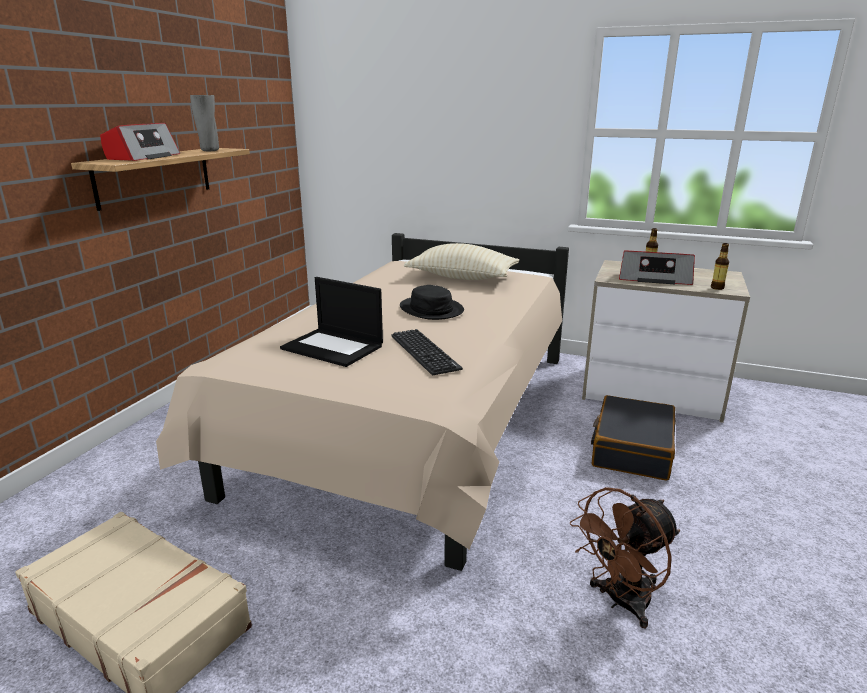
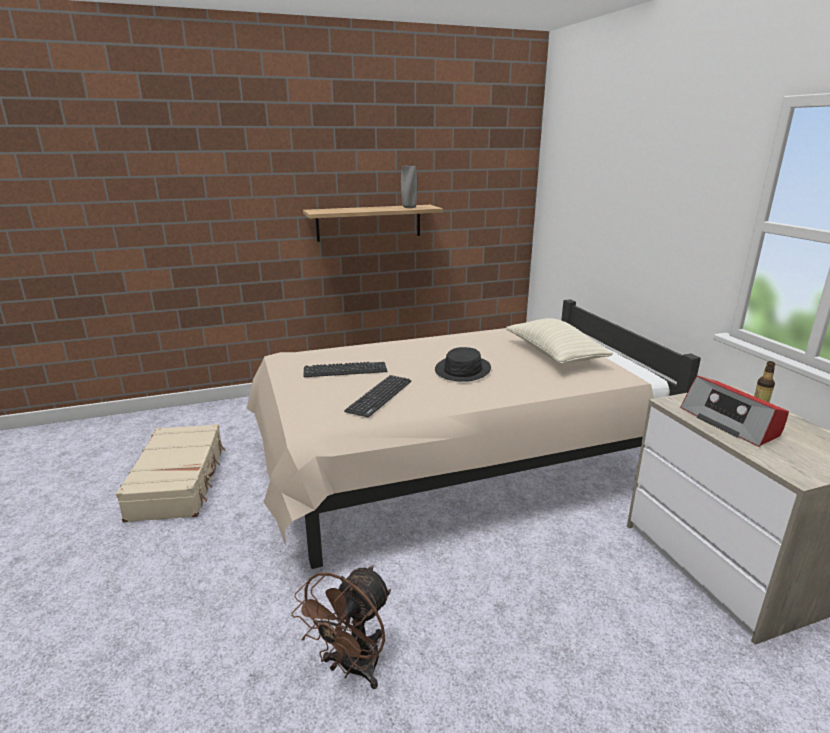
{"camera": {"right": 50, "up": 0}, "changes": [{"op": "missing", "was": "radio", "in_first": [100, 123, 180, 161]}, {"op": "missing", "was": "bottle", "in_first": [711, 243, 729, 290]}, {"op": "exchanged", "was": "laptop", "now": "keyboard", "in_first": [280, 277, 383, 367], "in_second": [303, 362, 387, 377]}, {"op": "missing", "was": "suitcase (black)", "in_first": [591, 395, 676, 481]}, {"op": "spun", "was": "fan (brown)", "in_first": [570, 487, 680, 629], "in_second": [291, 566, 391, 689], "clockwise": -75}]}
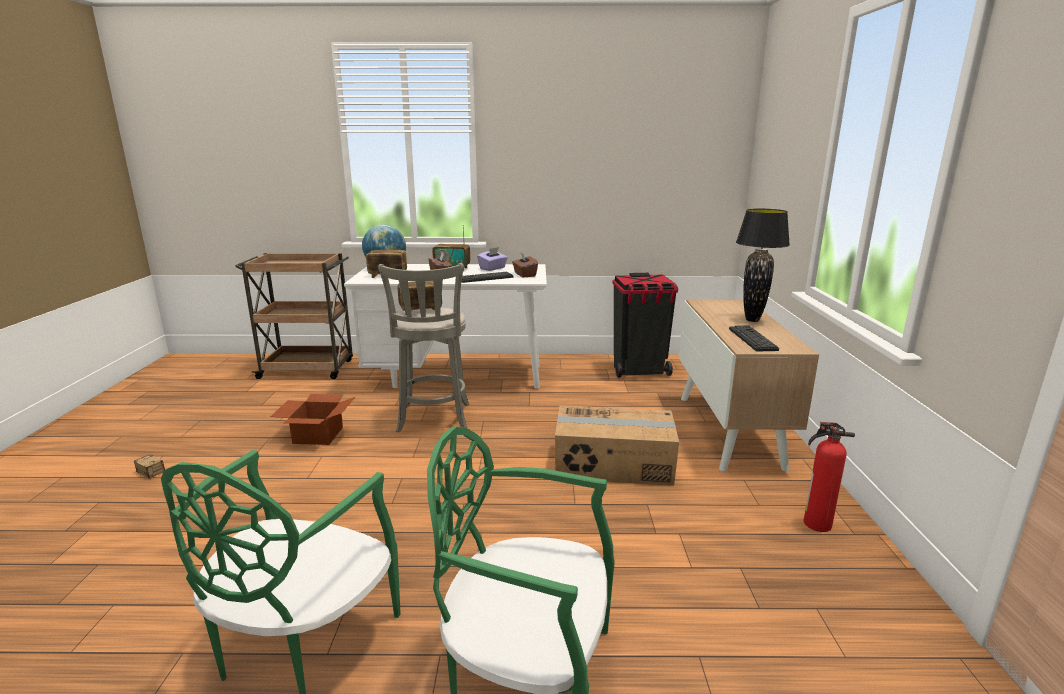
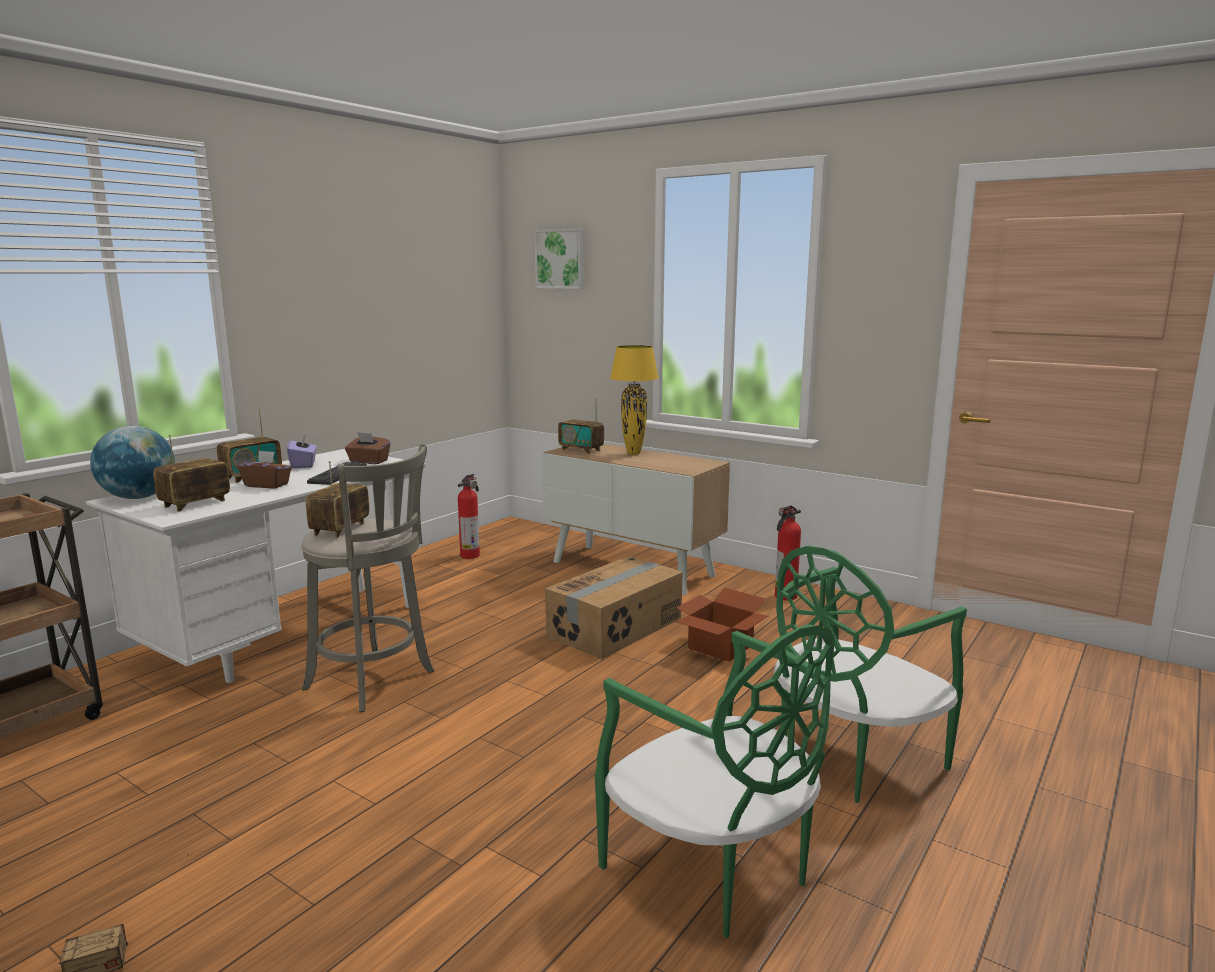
{"camera": {"right": -55, "up": -5}, "changes": [{"op": "colour", "was": "table lamp (black)", "now": "table lamp (yellow)", "in_first": [736, 209, 790, 322], "in_second": [610, 345, 659, 455]}, {"op": "exchanged", "was": "trash can (black)", "now": "fire extinguisher", "in_first": [612, 273, 678, 378], "in_second": [458, 474, 480, 559]}, {"op": "missing", "was": "keyboard", "in_first": [729, 325, 779, 351]}, {"op": "relocated", "was": "cardboard box", "in_first": [270, 394, 355, 445], "in_second": [677, 588, 768, 662]}, {"op": "appeared", "now": "picture", "in_second": [534, 229, 584, 289]}, {"op": "appeared", "now": "radio", "in_second": [558, 399, 604, 454]}]}
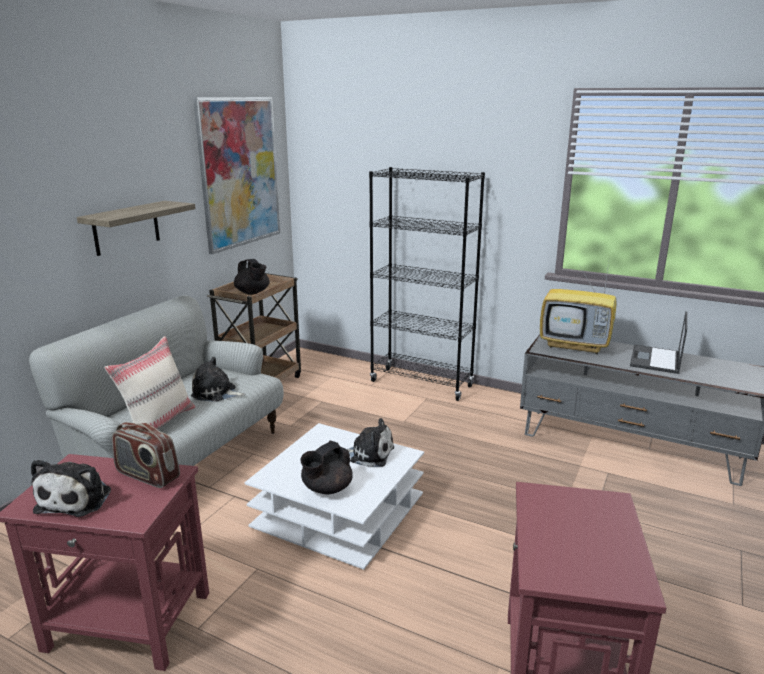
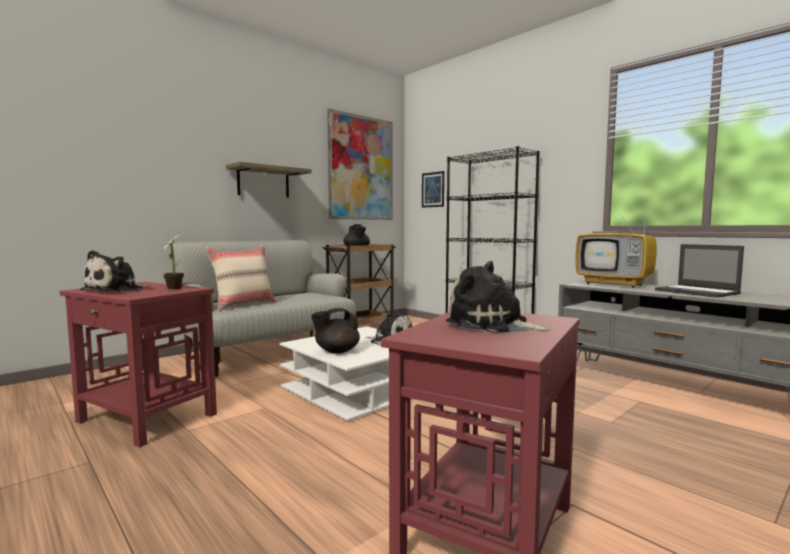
{"camera": {"right": 20, "up": -15}, "changes": [{"op": "spun", "was": "laptop", "in_first": [630, 311, 687, 374], "in_second": [655, 244, 744, 298], "clockwise": -75}, {"op": "relocated", "was": "plush toy", "in_first": [191, 357, 245, 402], "in_second": [446, 261, 552, 333]}, {"op": "exchanged", "was": "radio", "now": "potted plant", "in_first": [112, 422, 180, 488], "in_second": [161, 232, 184, 289]}, {"op": "appeared", "now": "picture", "in_second": [422, 171, 444, 208]}]}
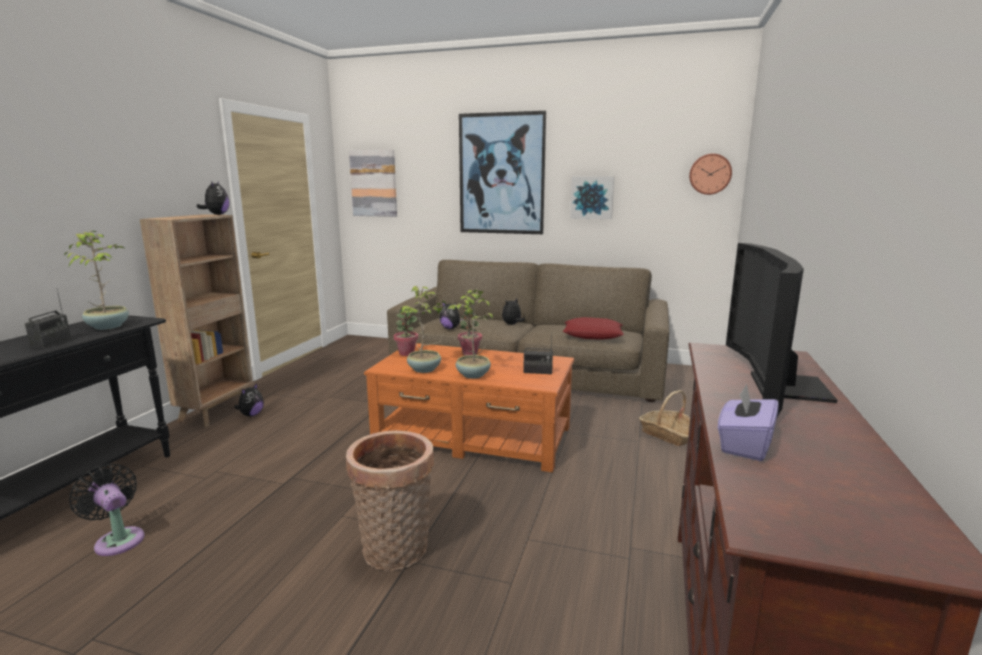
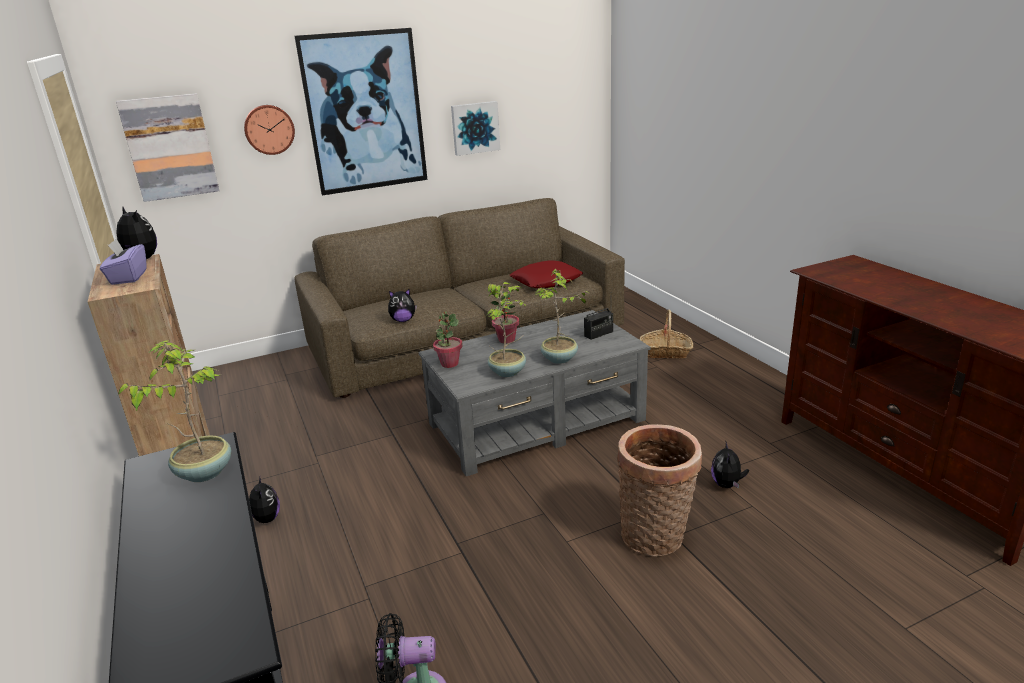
{"camera": {"right": -40, "up": 10}, "changes": [{"op": "relocated", "was": "wall clock", "in_first": [689, 154, 732, 195], "in_second": [244, 105, 295, 155]}, {"op": "missing", "was": "television", "in_first": [726, 243, 837, 417]}, {"op": "missing", "was": "radio", "in_first": [25, 290, 71, 348]}, {"op": "relocated", "was": "plush toy", "in_first": [502, 298, 525, 325], "in_second": [711, 442, 749, 488]}, {"op": "colour", "was": "coffee table (orange)", "now": "coffee table (grey)", "in_first": [364, 343, 574, 472], "in_second": [419, 310, 651, 476]}, {"op": "relocated", "was": "tissue box (purple)", "in_first": [718, 383, 779, 461], "in_second": [100, 239, 147, 285]}]}
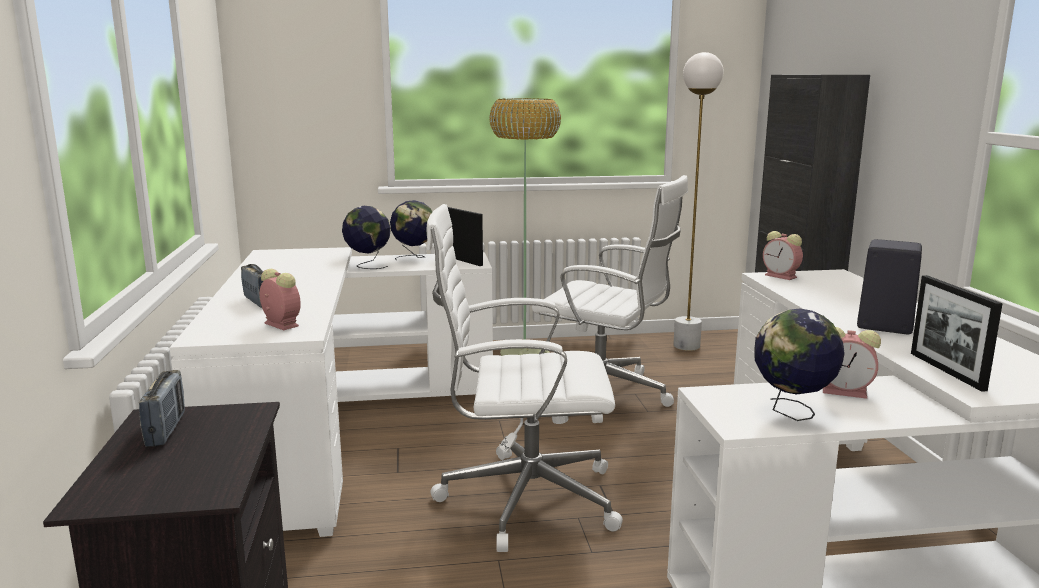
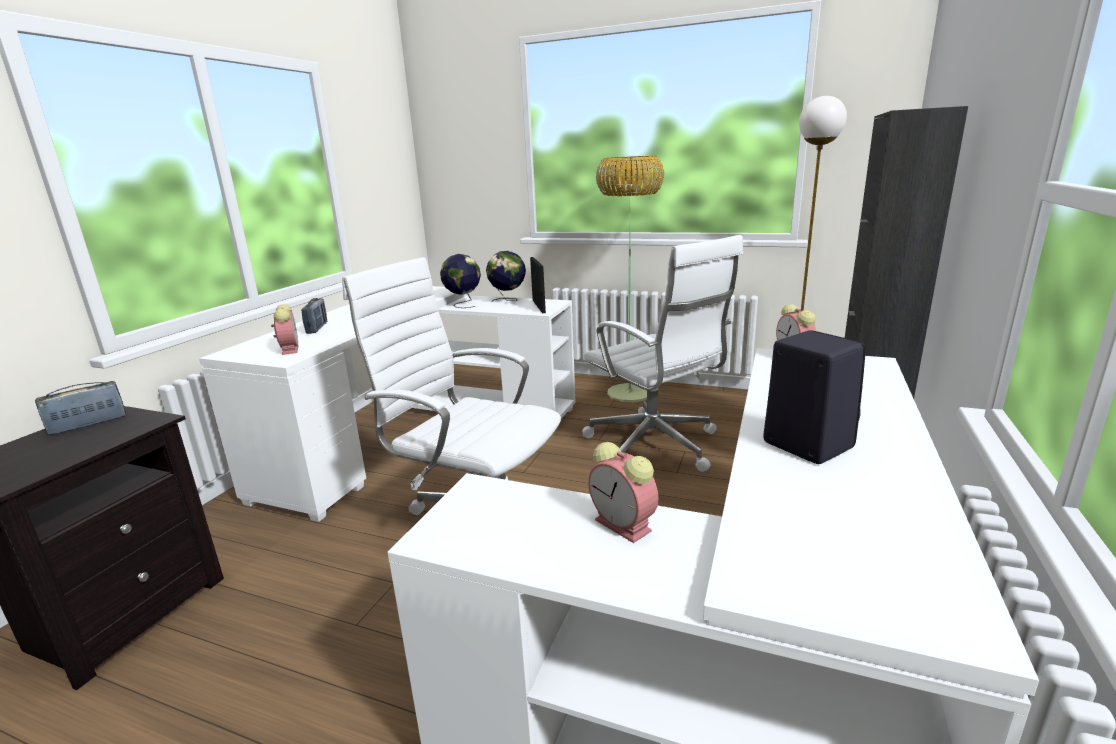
{"camera": {"right": 30, "up": 5}, "changes": [{"op": "missing", "was": "picture frame", "in_first": [911, 275, 1003, 392]}, {"op": "missing", "was": "globe", "in_first": [754, 309, 845, 421]}, {"op": "spun", "was": "radio", "in_first": [139, 370, 185, 447], "in_second": [35, 381, 126, 435], "clockwise": -150}]}
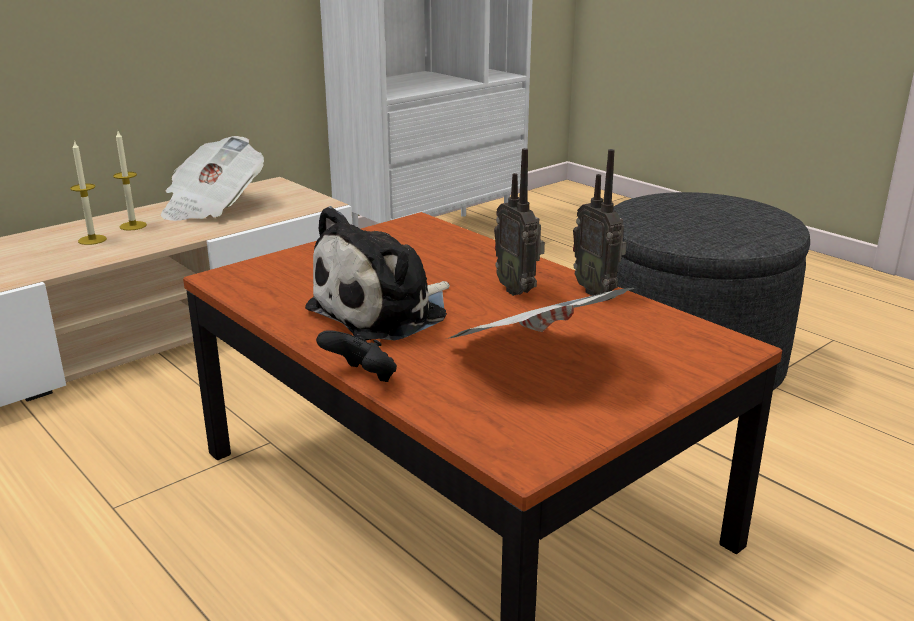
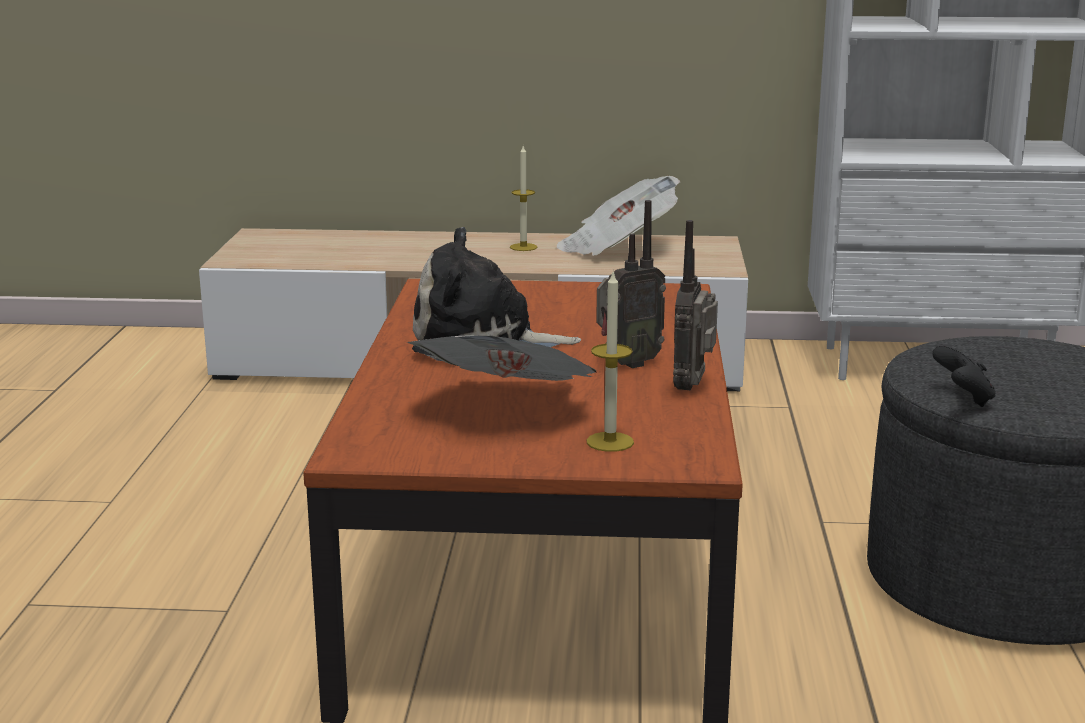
{"camera": {"right": 45, "up": -5}, "changes": [{"op": "relocated", "was": "candle", "in_first": [70, 140, 107, 245], "in_second": [586, 270, 634, 452]}, {"op": "spun", "was": "radio", "in_first": [494, 148, 545, 296], "in_second": [596, 200, 666, 368], "clockwise": -135}, {"op": "relocated", "was": "game controller (black)", "in_first": [316, 330, 397, 382], "in_second": [932, 346, 996, 407]}]}
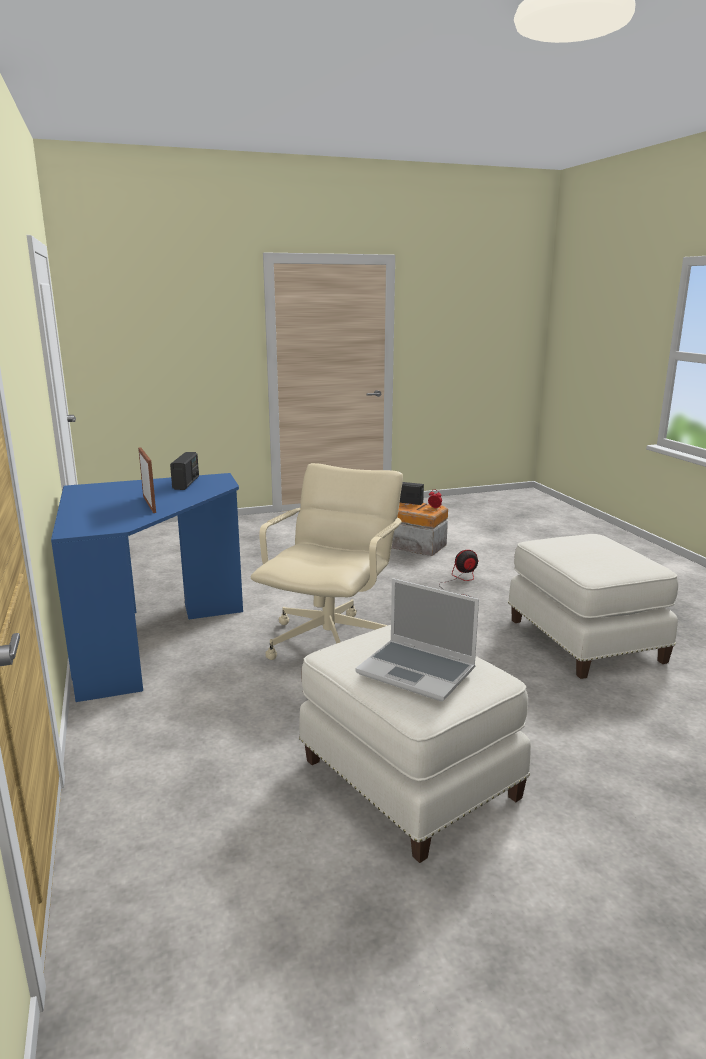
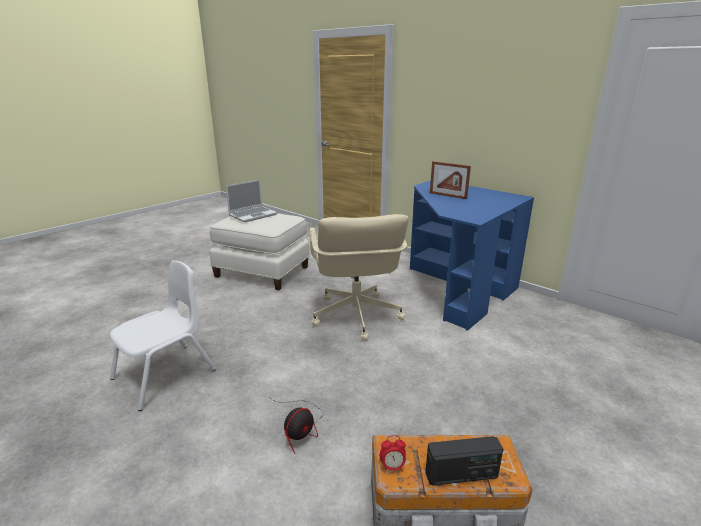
{"camera": {"right": 150, "up": 5}, "changes": [{"op": "missing", "was": "radio", "in_first": [170, 452, 199, 490]}, {"op": "exchanged", "was": "ottoman (white)", "now": "chair (white)", "in_first": [508, 534, 678, 679], "in_second": [110, 260, 216, 411]}, {"op": "spun", "was": "laptop", "in_first": [355, 578, 479, 701], "in_second": [226, 180, 277, 223], "clockwise": 135}]}
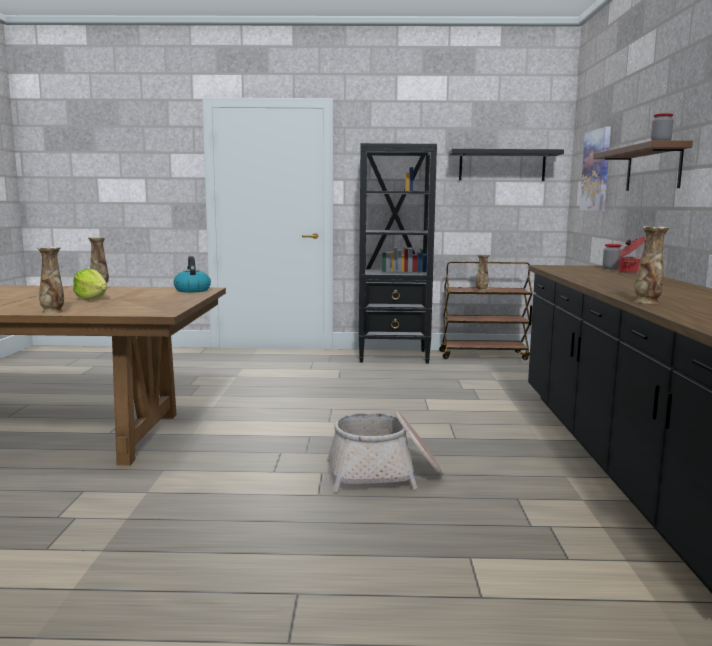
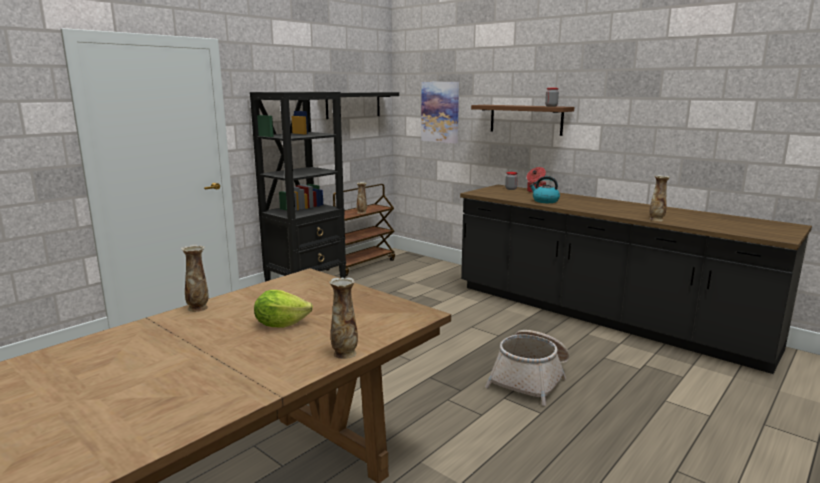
{"camera": {"right": -50, "up": 5}, "changes": [{"op": "relocated", "was": "kettle", "in_first": [174, 256, 211, 293], "in_second": [529, 176, 560, 203]}]}
